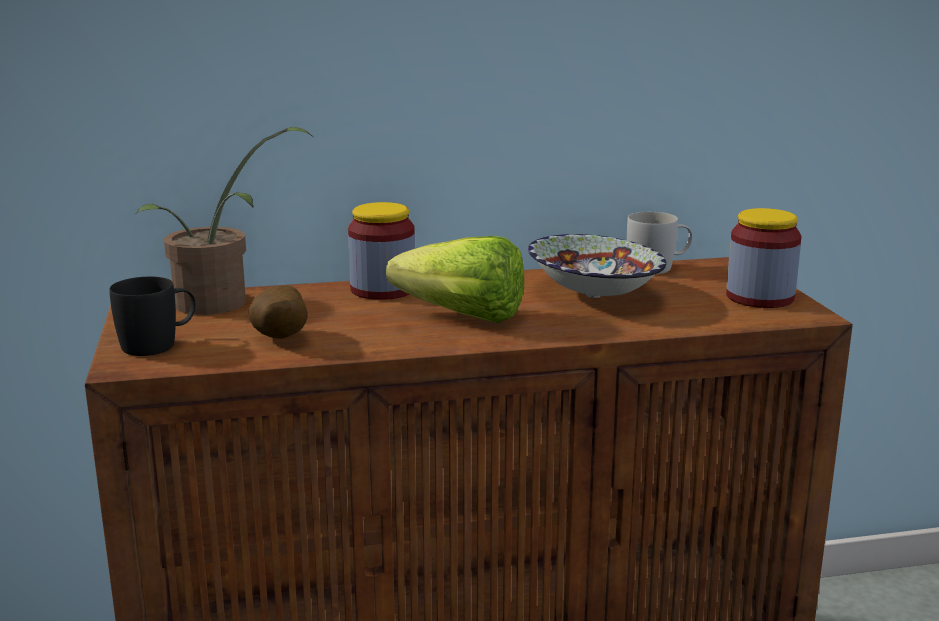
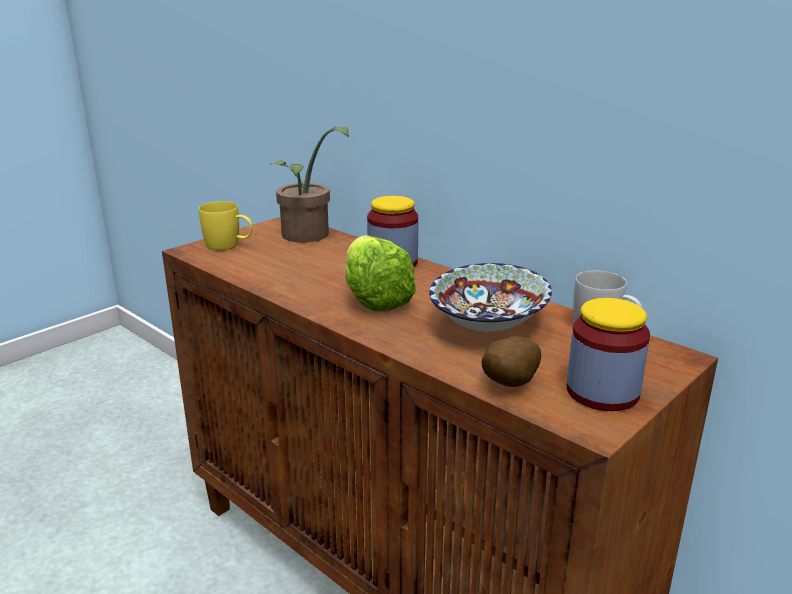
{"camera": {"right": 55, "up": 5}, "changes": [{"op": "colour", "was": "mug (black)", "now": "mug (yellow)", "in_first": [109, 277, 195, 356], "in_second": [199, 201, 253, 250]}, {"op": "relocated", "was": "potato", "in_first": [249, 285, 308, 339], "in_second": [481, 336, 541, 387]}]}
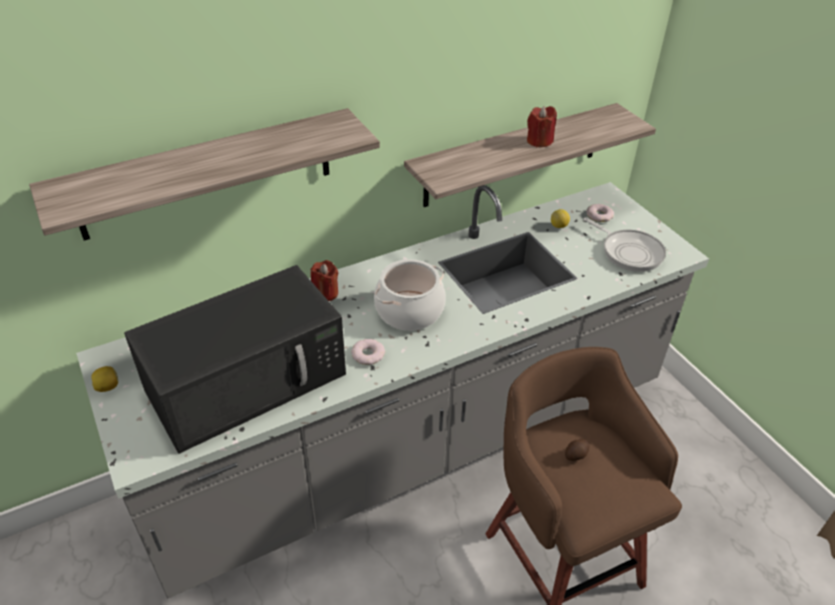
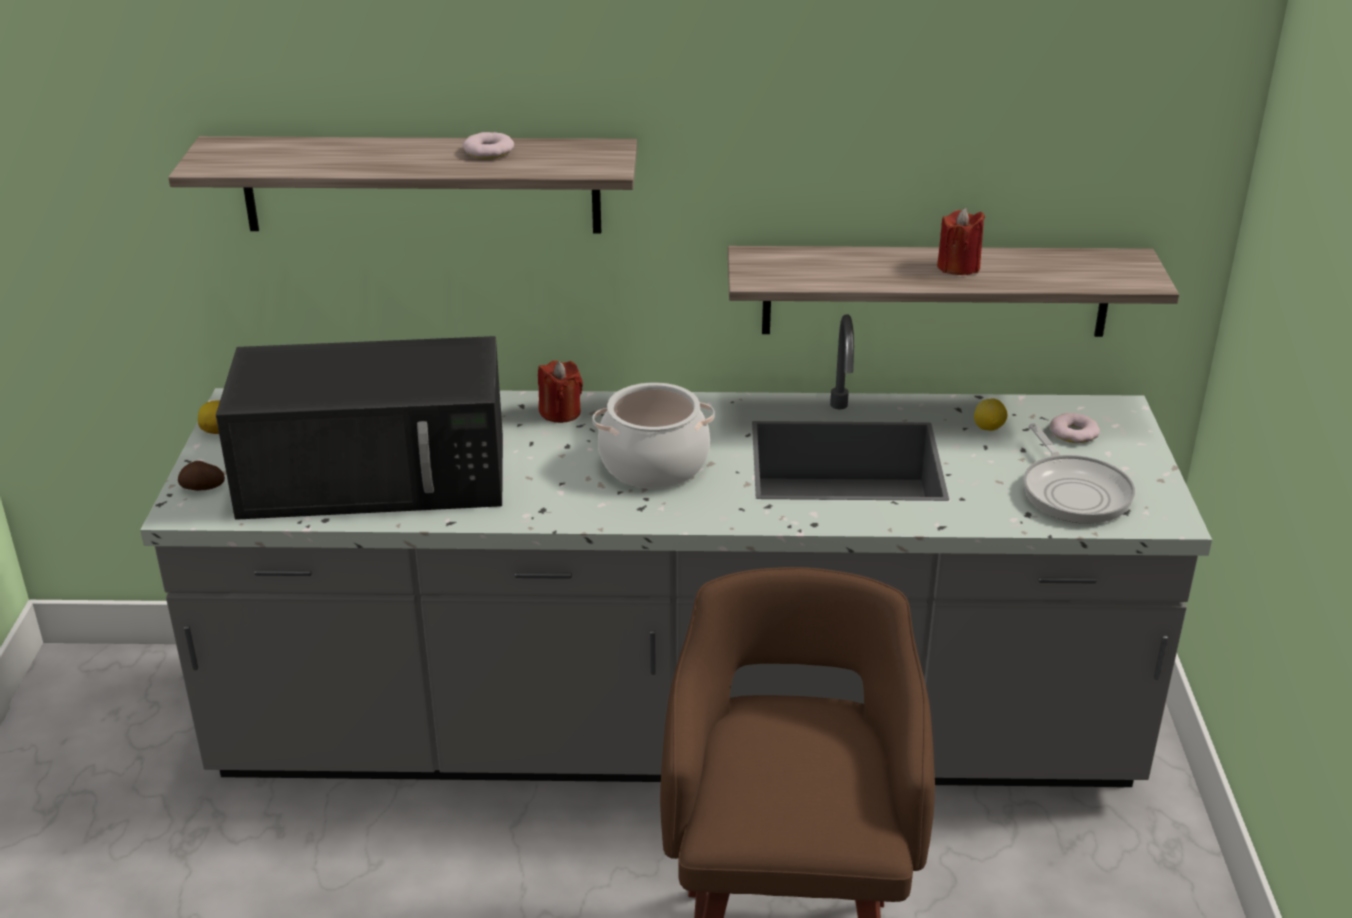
{"camera": {"right": 30, "up": -10}, "changes": [{"op": "relocated", "was": "donut", "in_first": [351, 339, 385, 365], "in_second": [462, 132, 514, 159]}, {"op": "relocated", "was": "potato", "in_first": [565, 439, 590, 461], "in_second": [178, 461, 225, 491]}]}
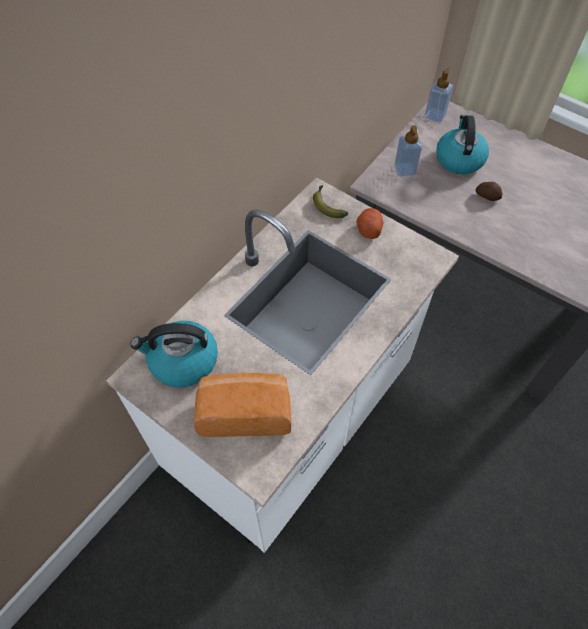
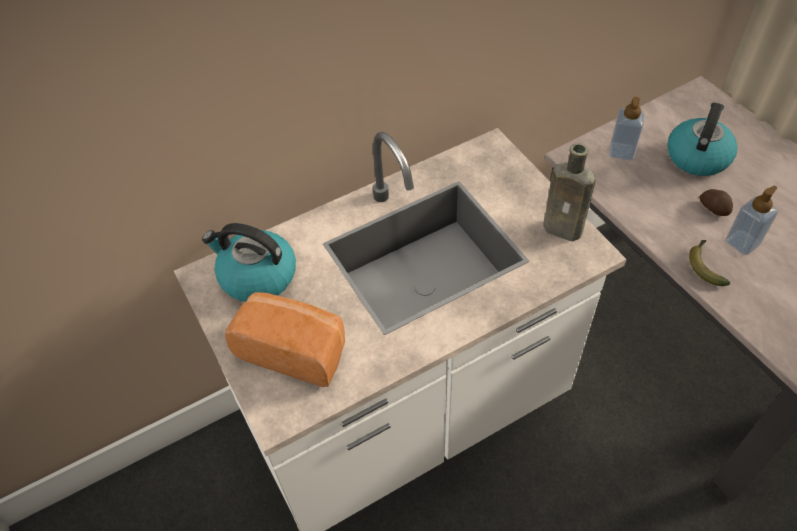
{"camera": {"right": 25, "up": -5}, "changes": [{"op": "relocated", "was": "soap dispenser", "in_first": [425, 68, 453, 123], "in_second": [725, 185, 778, 255]}, {"op": "relocated", "was": "banana", "in_first": [313, 185, 349, 218], "in_second": [689, 240, 730, 286]}, {"op": "missing", "was": "potato", "in_first": [356, 208, 384, 239]}, {"op": "appeared", "now": "bottle (brown)", "in_second": [543, 143, 596, 241]}]}
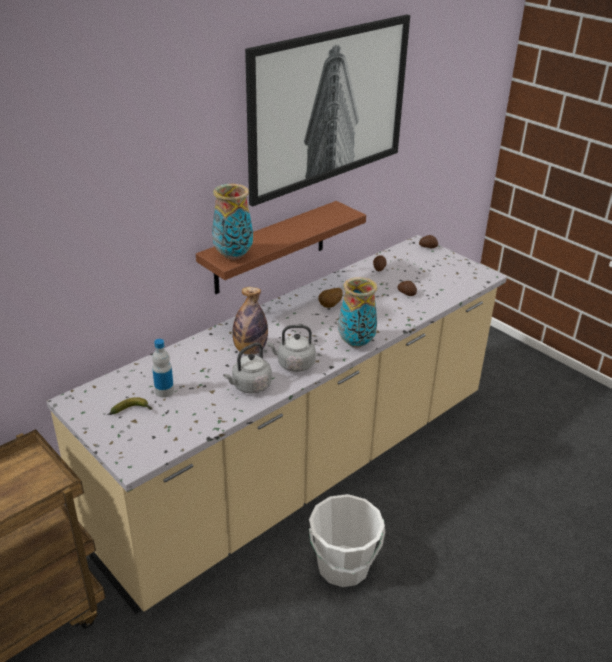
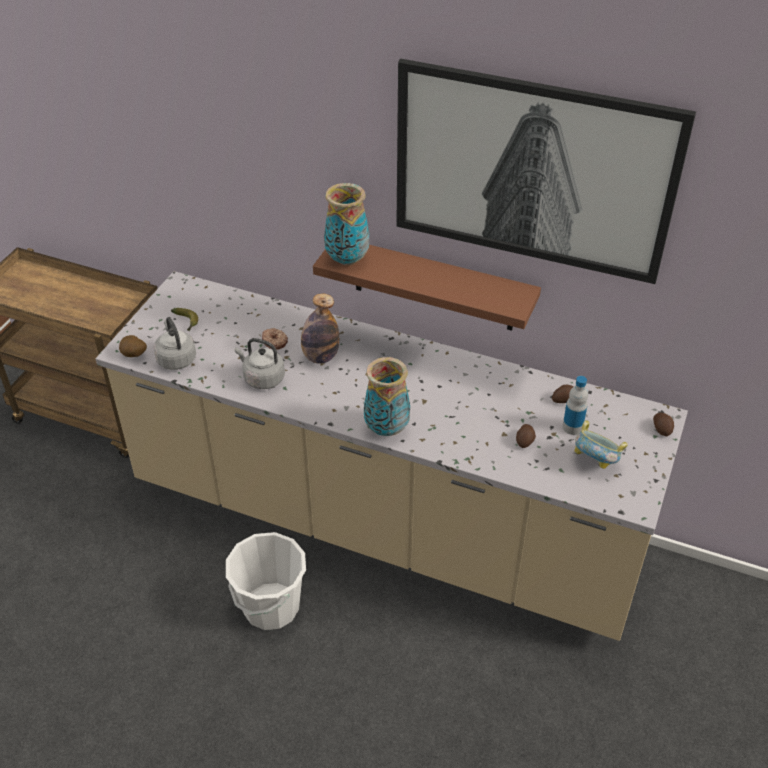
{"camera": {"right": 65, "up": 10}, "changes": [{"op": "relocated", "was": "potato", "in_first": [318, 288, 343, 308], "in_second": [119, 335, 147, 357]}, {"op": "relocated", "was": "kettle (grey)", "in_first": [267, 325, 316, 372], "in_second": [154, 317, 196, 370]}, {"op": "relocated", "was": "bottle", "in_first": [152, 339, 174, 398], "in_second": [562, 376, 588, 435]}, {"op": "appeared", "now": "donut", "in_second": [262, 328, 288, 350]}, {"op": "appeared", "now": "bowl", "in_second": [574, 420, 628, 469]}]}
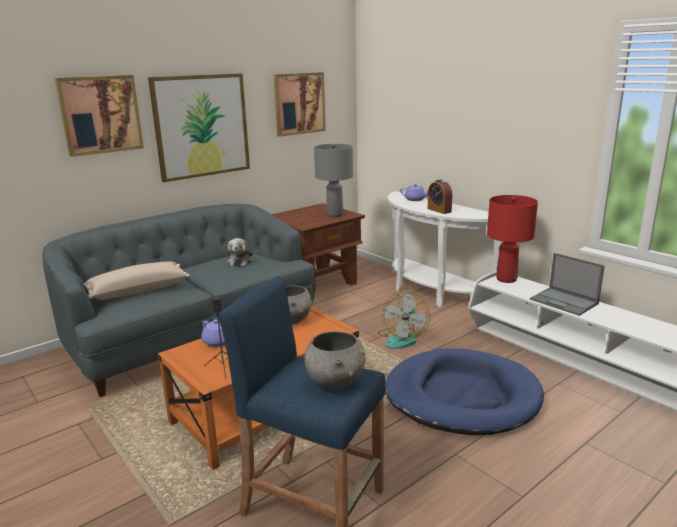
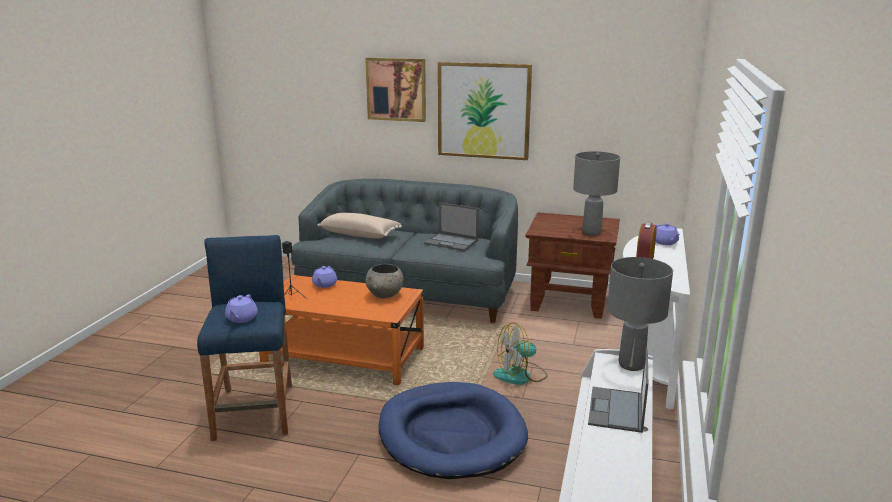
{"camera": {"right": 55, "up": 0}, "changes": [{"op": "missing", "was": "picture", "in_first": [273, 72, 326, 137]}, {"op": "colour", "was": "table lamp (red)", "now": "table lamp (grey)", "in_first": [487, 195, 538, 283], "in_second": [607, 257, 673, 371]}, {"op": "exchanged", "was": "plush toy", "now": "laptop", "in_first": [227, 238, 253, 267], "in_second": [424, 202, 479, 251]}, {"op": "exchanged", "was": "bowl (grey)", "now": "teapot (purple)", "in_first": [304, 331, 366, 391], "in_second": [225, 294, 258, 323]}]}
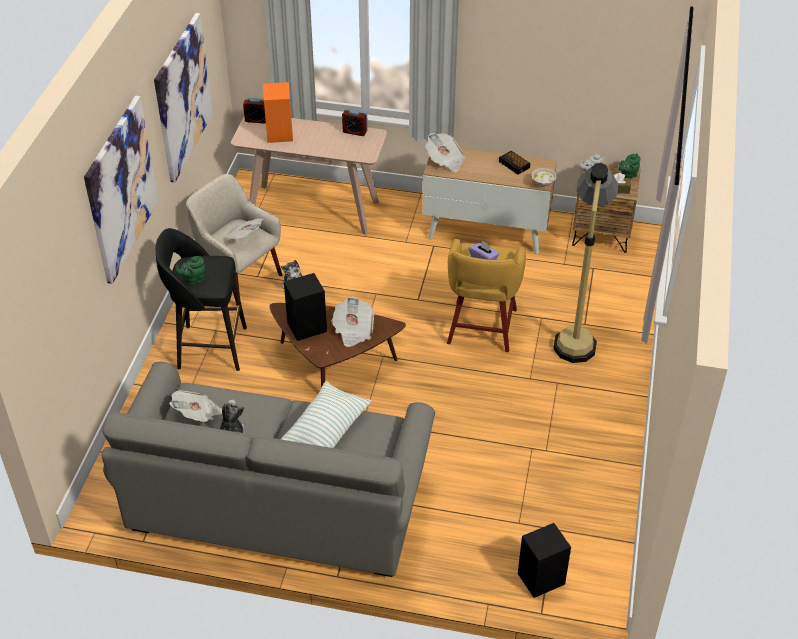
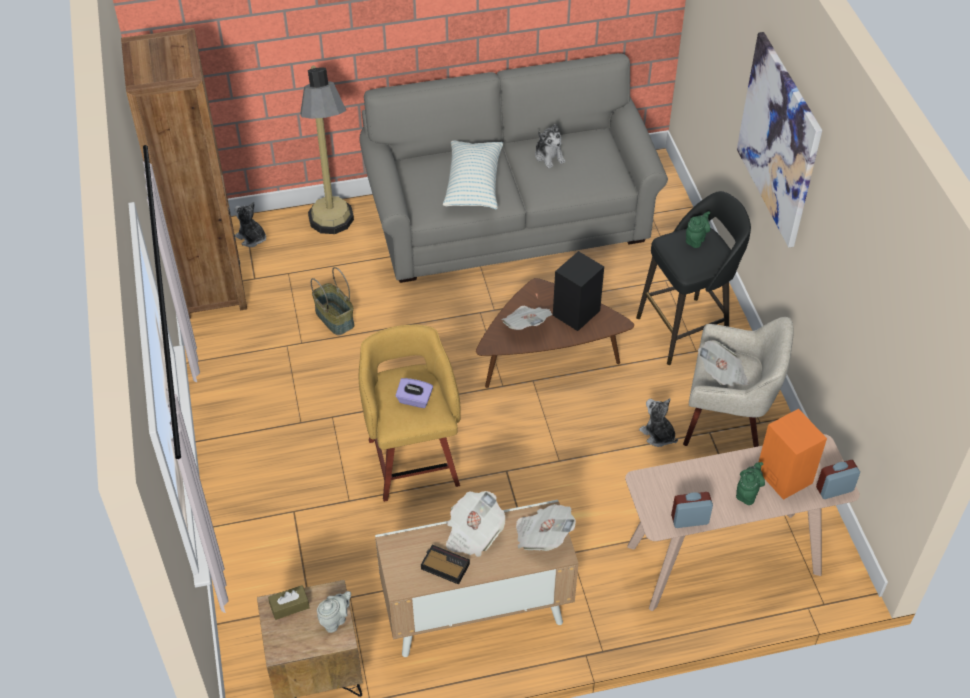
{"camera": {"right": 155, "up": 5}, "changes": [{"op": "missing", "was": "picture", "in_first": [154, 13, 213, 183]}, {"op": "relocated", "was": "teapot (green)", "in_first": [618, 153, 641, 180], "in_second": [736, 462, 765, 505]}, {"op": "relocated", "was": "floor lamp", "in_first": [553, 163, 619, 363], "in_second": [300, 66, 354, 234]}, {"op": "missing", "was": "bowl (white)", "in_first": [532, 168, 557, 188]}, {"op": "relocated", "was": "newspaper", "in_first": [169, 390, 222, 422], "in_second": [446, 491, 505, 557]}, {"op": "exchanged", "was": "speaker (black)", "now": "plush toy", "in_first": [518, 523, 571, 598], "in_second": [234, 202, 266, 247]}, {"op": "appeared", "now": "bookcase (brown)", "in_second": [121, 28, 247, 319]}, {"op": "appeared", "now": "basket", "in_second": [311, 267, 354, 335]}]}
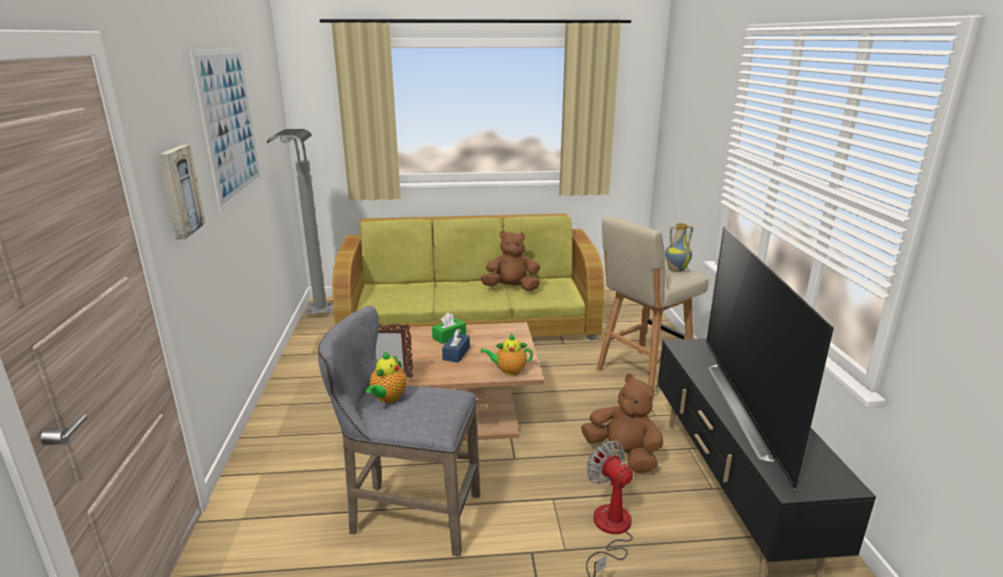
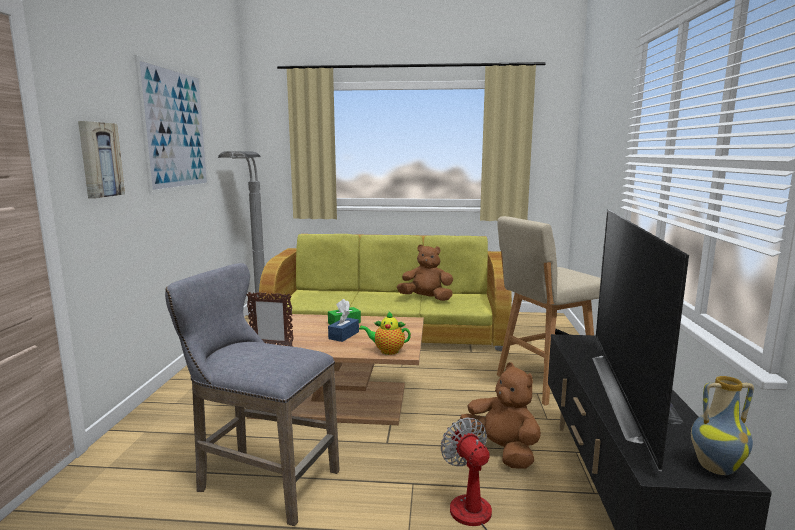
{"camera": {"right": 10, "up": -10}, "changes": [{"op": "relocated", "was": "vase", "in_first": [665, 223, 693, 272], "in_second": [691, 376, 754, 475]}, {"op": "missing", "was": "teapot", "in_first": [365, 352, 407, 403]}]}
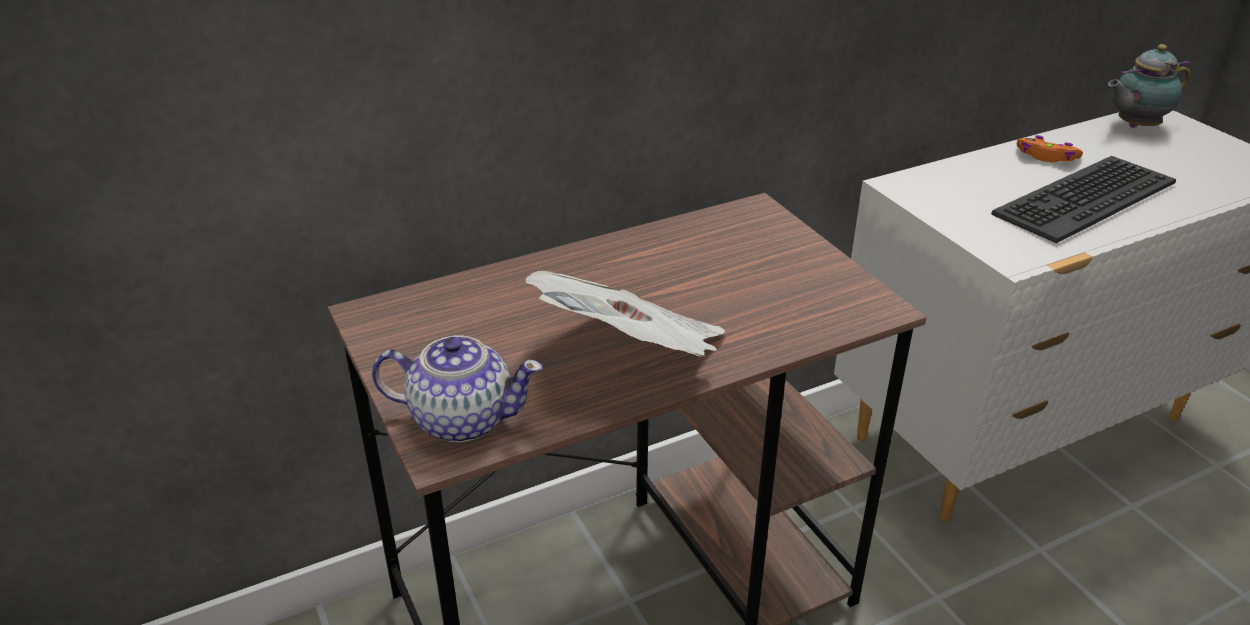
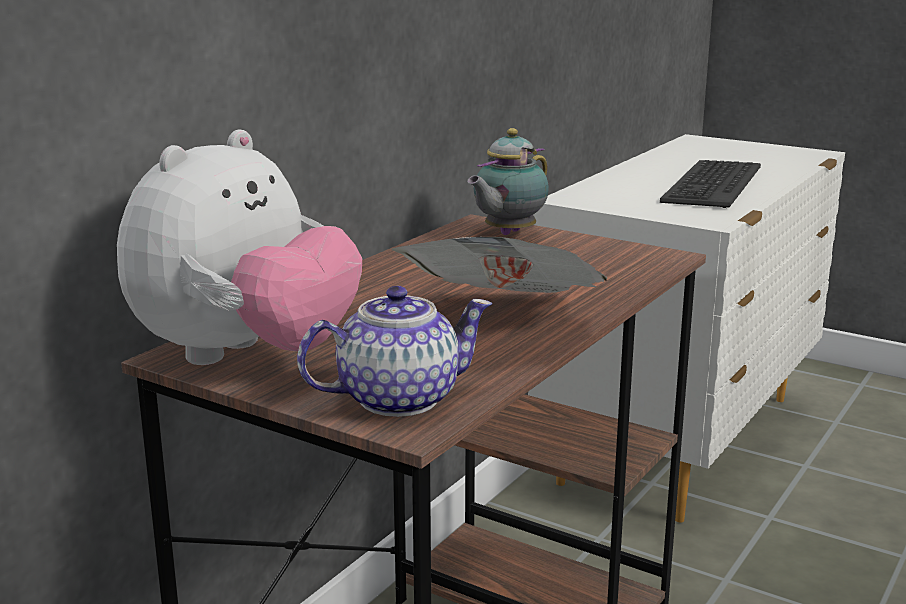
{"camera": {"right": -30, "up": -15}, "changes": [{"op": "relocated", "was": "teapot", "in_first": [1108, 44, 1191, 128], "in_second": [467, 128, 549, 235]}, {"op": "missing", "was": "game controller (orange)", "in_first": [1016, 135, 1083, 163]}, {"op": "appeared", "now": "plush toy", "in_second": [117, 129, 362, 365]}]}
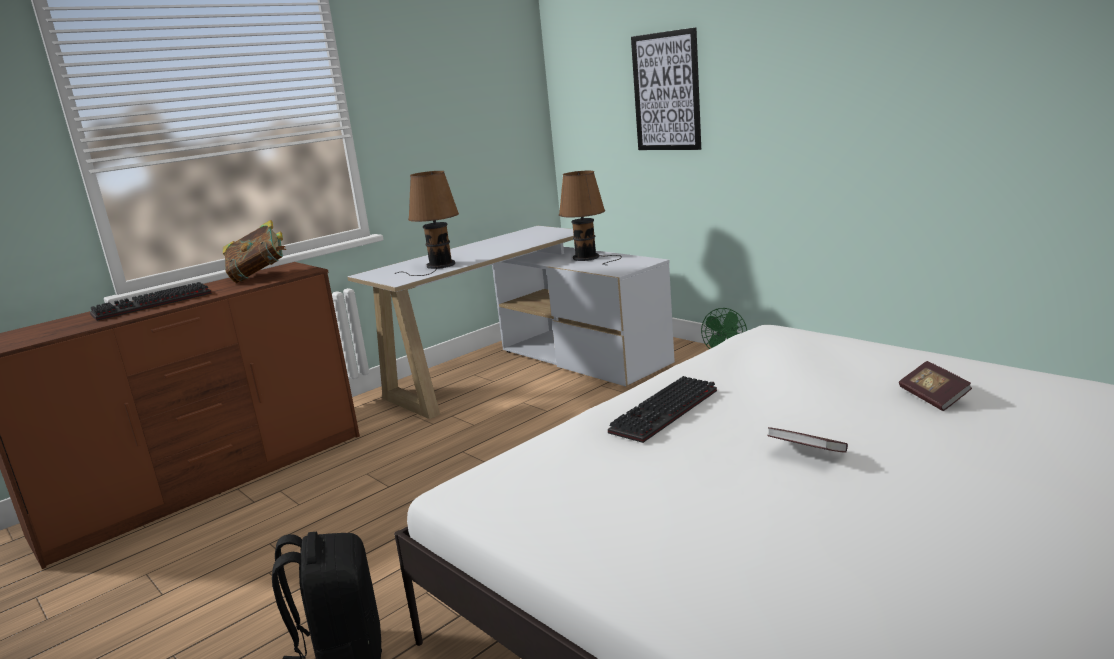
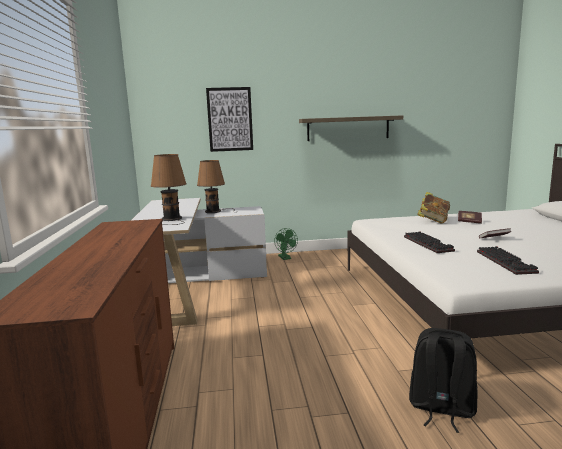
{"camera": {"right": -55, "up": -5}, "changes": [{"op": "relocated", "was": "book", "in_first": [223, 220, 286, 283], "in_second": [417, 192, 450, 224]}, {"op": "relocated", "was": "keyboard", "in_first": [90, 282, 212, 321], "in_second": [477, 246, 539, 275]}, {"op": "appeared", "now": "shelf", "in_second": [299, 115, 403, 141]}]}
